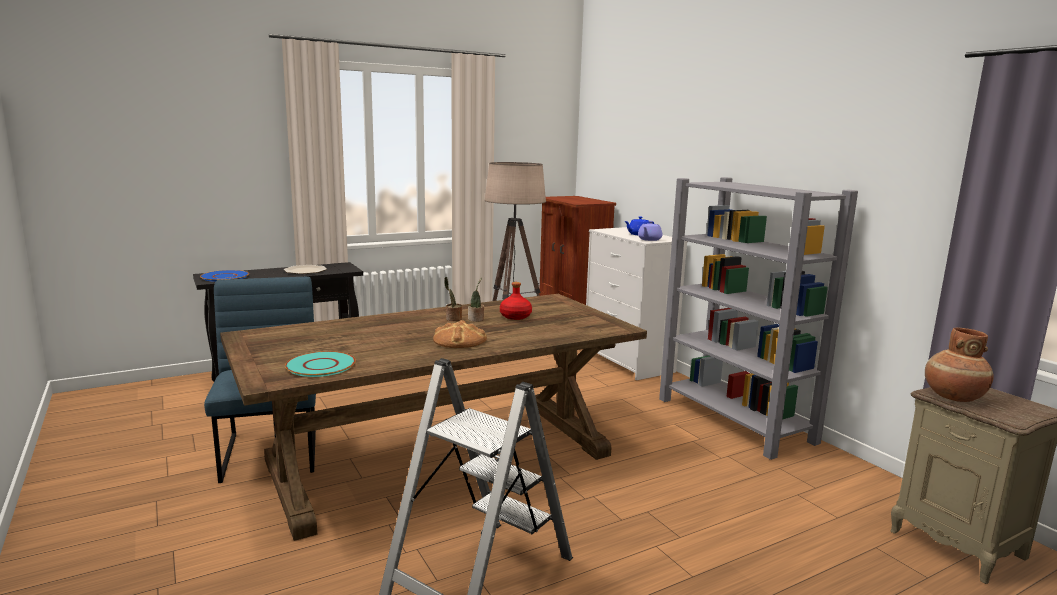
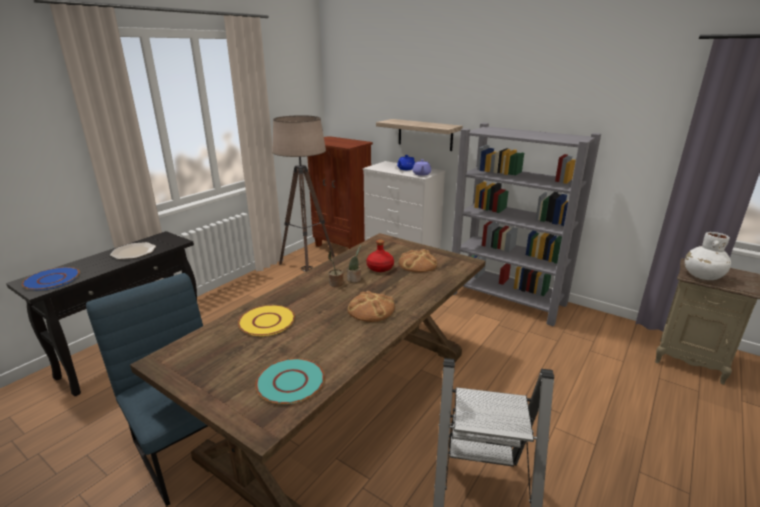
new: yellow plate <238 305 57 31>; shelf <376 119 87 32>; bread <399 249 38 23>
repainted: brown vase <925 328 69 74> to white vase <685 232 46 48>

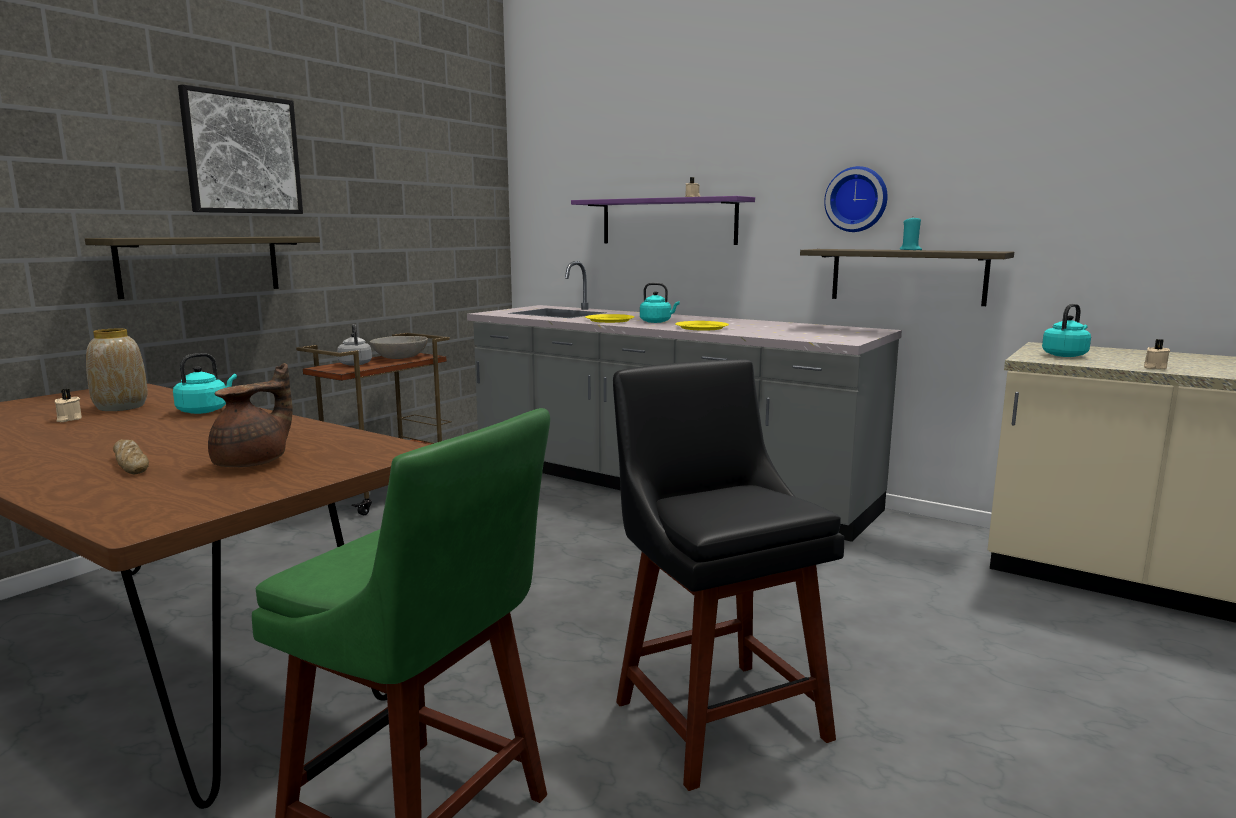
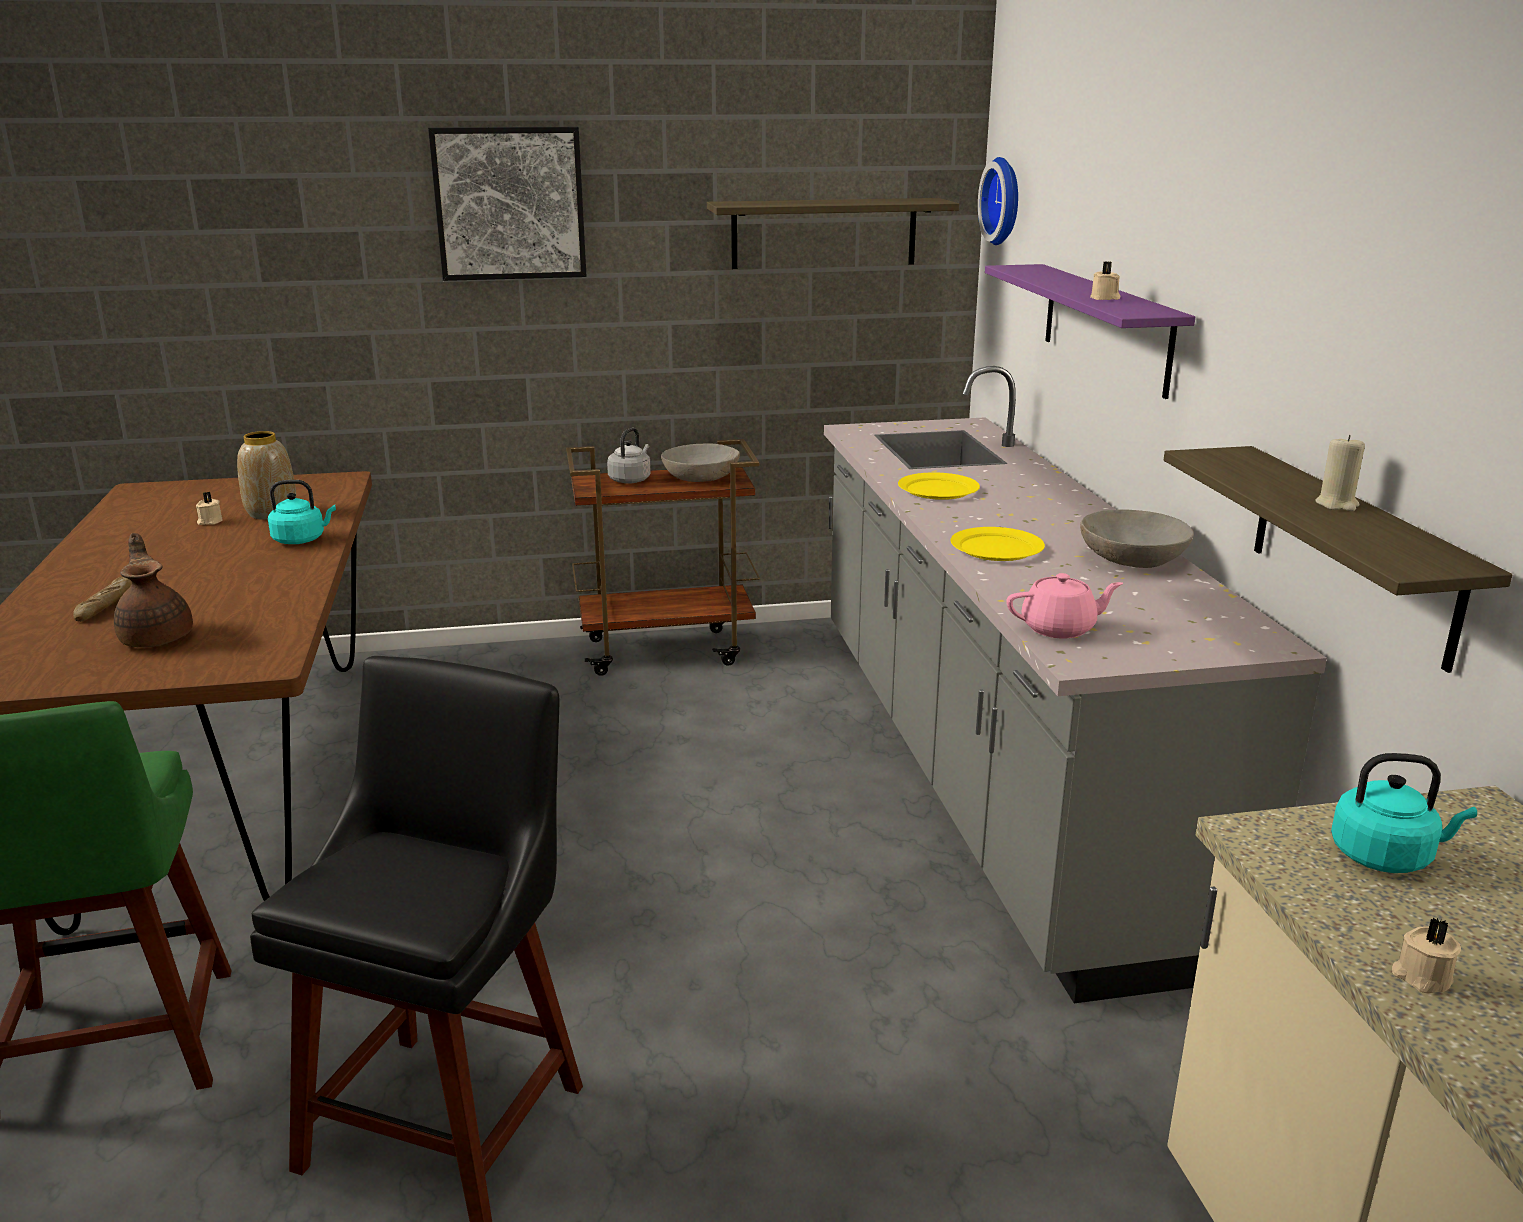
gone: turquoise kettle <640 283 40 40>
new: pink teapot <1006 573 117 65>; grey bowl <1080 509 114 59>
shifted: shelf <85 237 235 62> to <707 198 252 71>; wall clock <824 166 64 66> to <978 157 40 88>
repainted: turquoise candle <900 217 22 33> to beige candle <1315 435 50 76>
rotated: brown teapot <208 363 85 104> = <114 533 79 115> 105 degrees counterclockwise

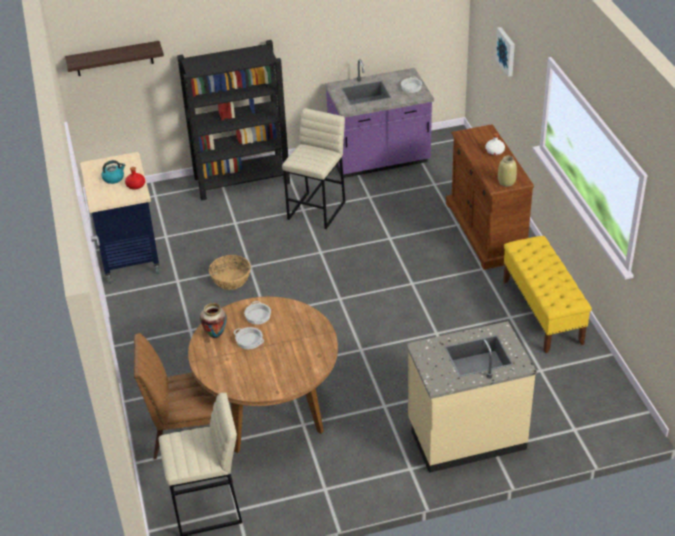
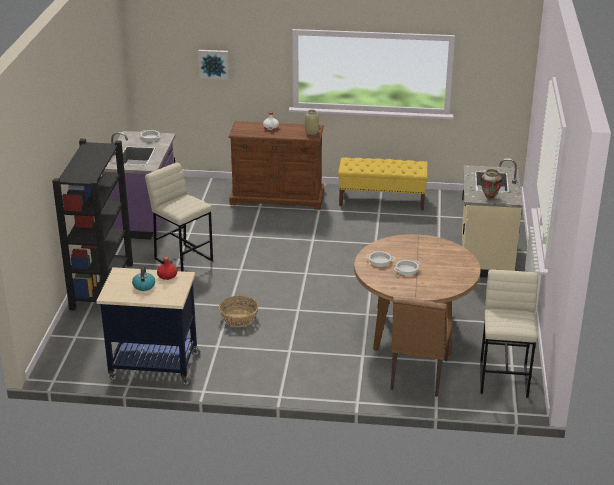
gone: shelf <65 41 99 35>
shifted: vase <200 303 27 35> to <481 169 21 30>

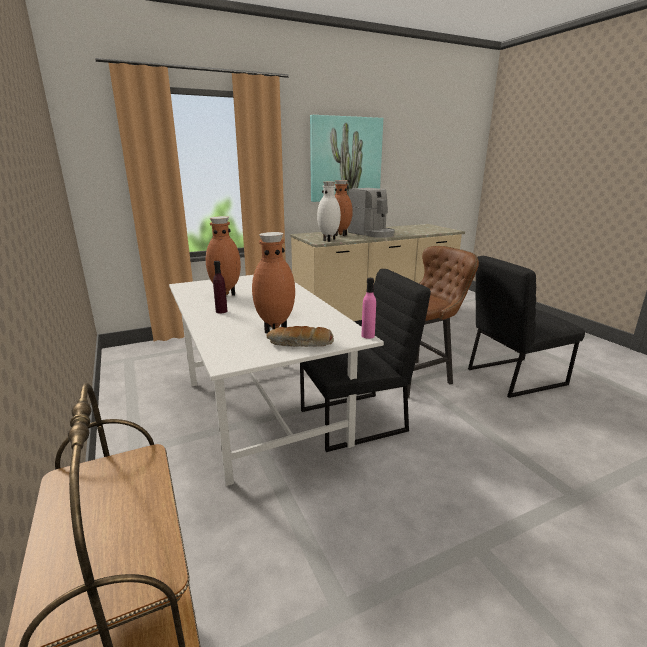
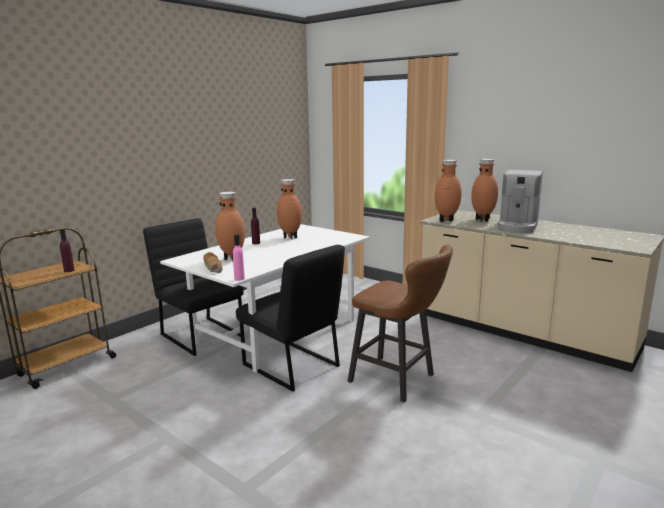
gone: picture <310 115 73 87>
new: purple bottle <60 229 15 43>
shifted: black chair <468 256 117 142> to <143 218 101 138>
repainted: white vase <317 182 24 60> to brown vase <435 160 27 62>

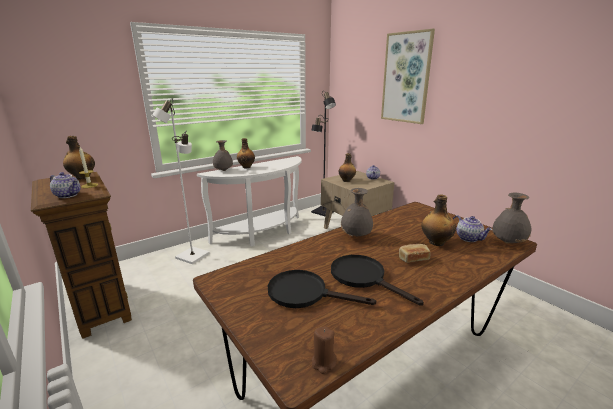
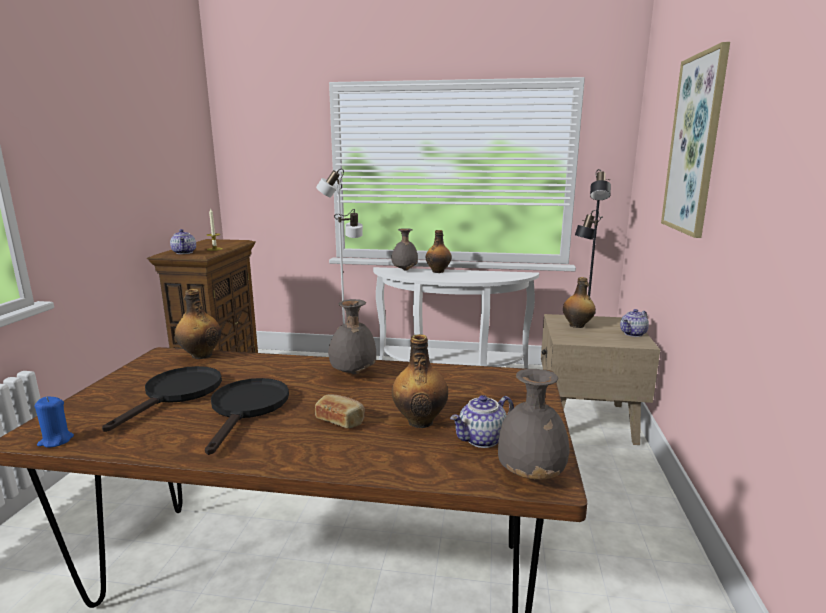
shifted: bottle <63 136 32 43> to <175 289 46 70>
repainted: brown candle <312 326 25 48> to blue candle <35 397 39 51>
rotated: black frying pan <268 270 108 38> = <102 366 120 66> 45 degrees clockwise; teapot <453 215 40 27> = <450 395 64 53> 45 degrees clockwise

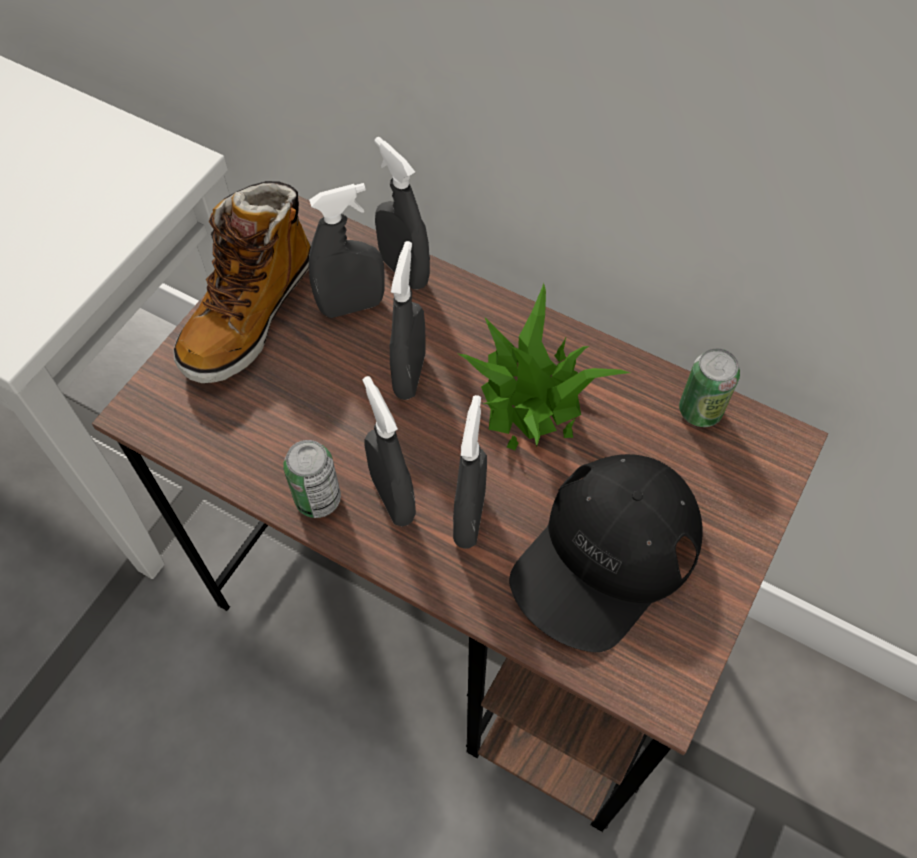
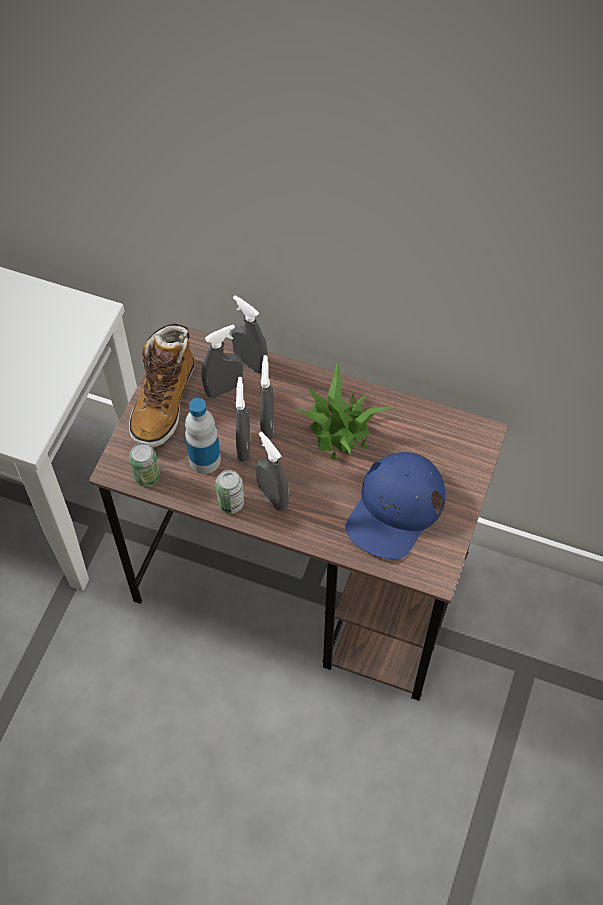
new: bottle <185 398 36 76>
shifted: can <679 348 61 79> to <129 443 31 44>; grey spray bottle <453 395 34 154> to <236 377 14 85>
repainted: black cap <509 454 194 198> to blue cap <345 452 100 107>

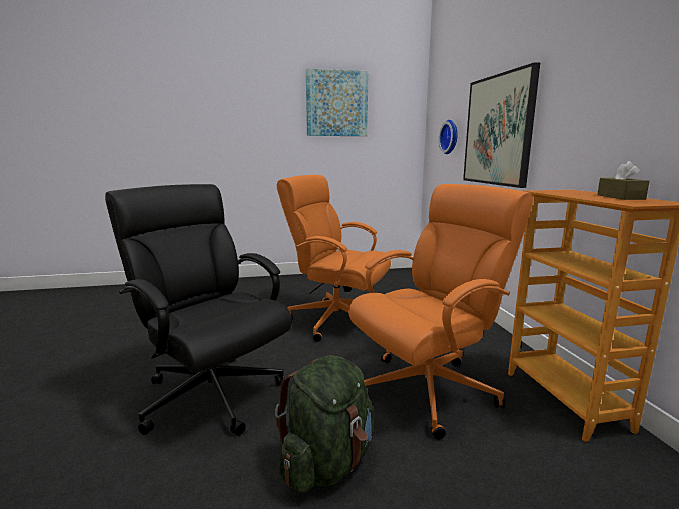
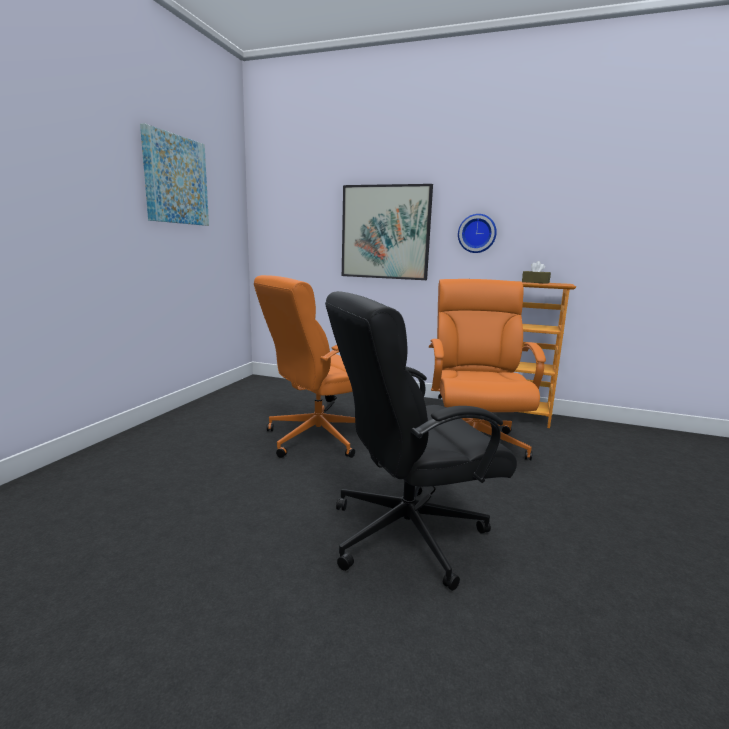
gone: green backpack <275 355 99 138>
shifted: wall clock <439 120 18 34> to <458 214 39 39>

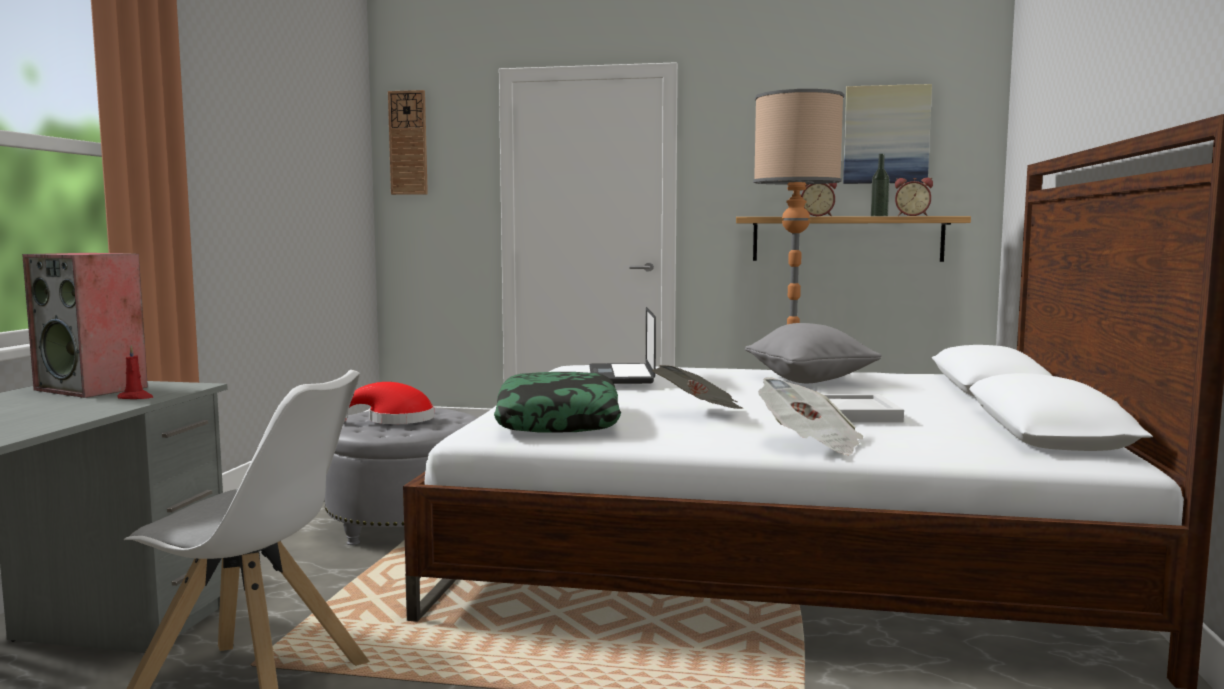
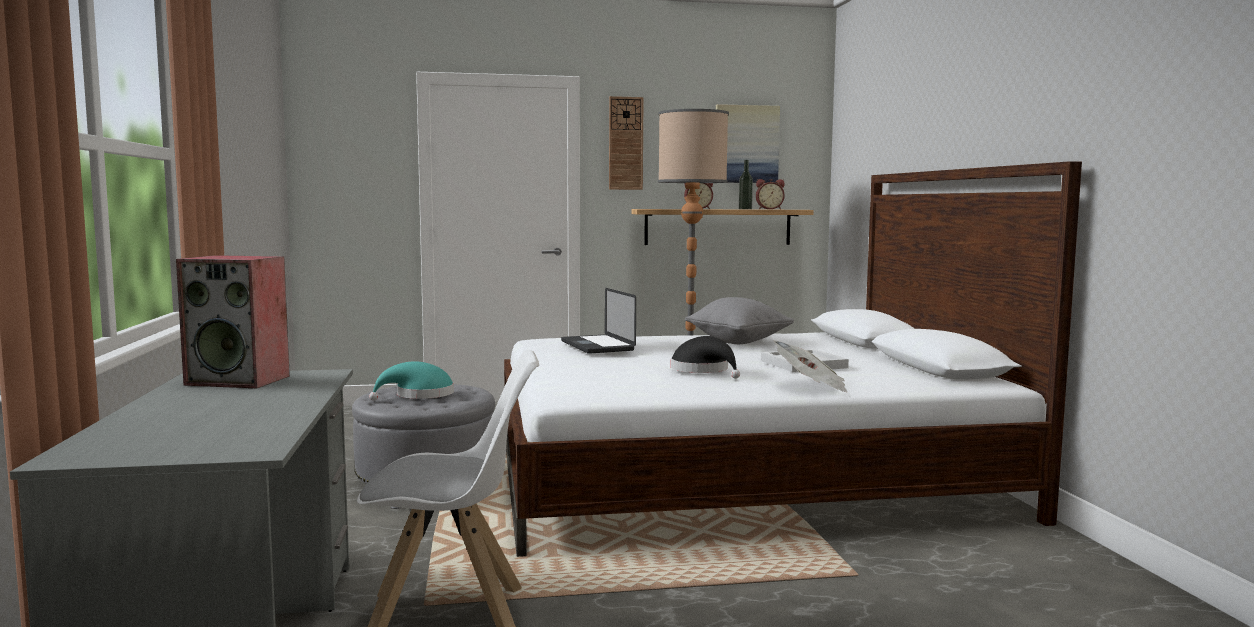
gone: red candle <117 345 36 54>; pillow <494 372 127 61>
shifted: wall clock <388 90 40 105> to <609 96 35 94>
swapped: newspaper <652 365 91 44> to black hat <671 336 69 43>
repainted: red hat <344 382 90 42> to turquoise hat <369 361 85 40>

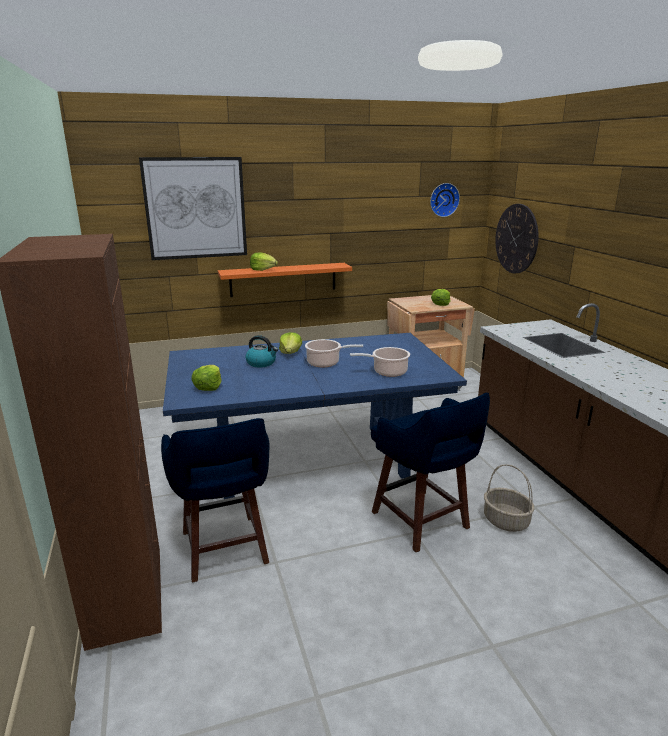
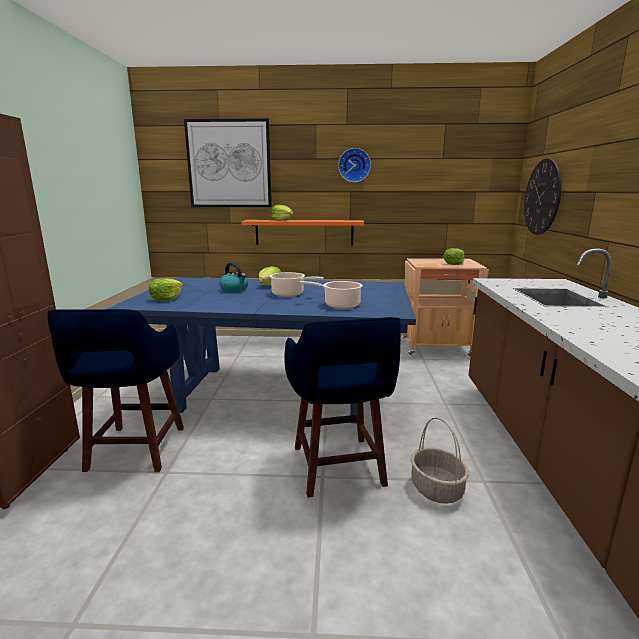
shifted: wall clock <430 183 30 34> to <338 148 33 34>

